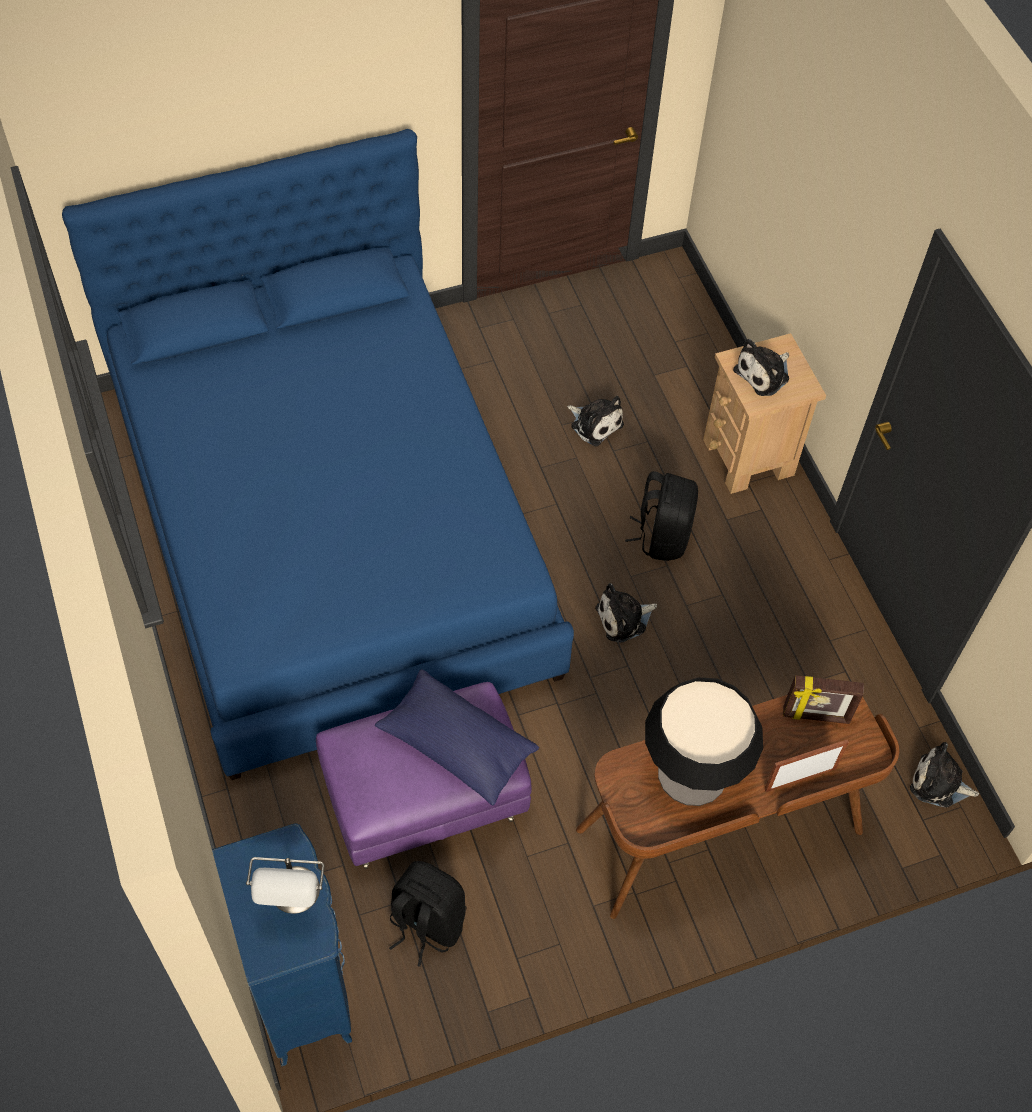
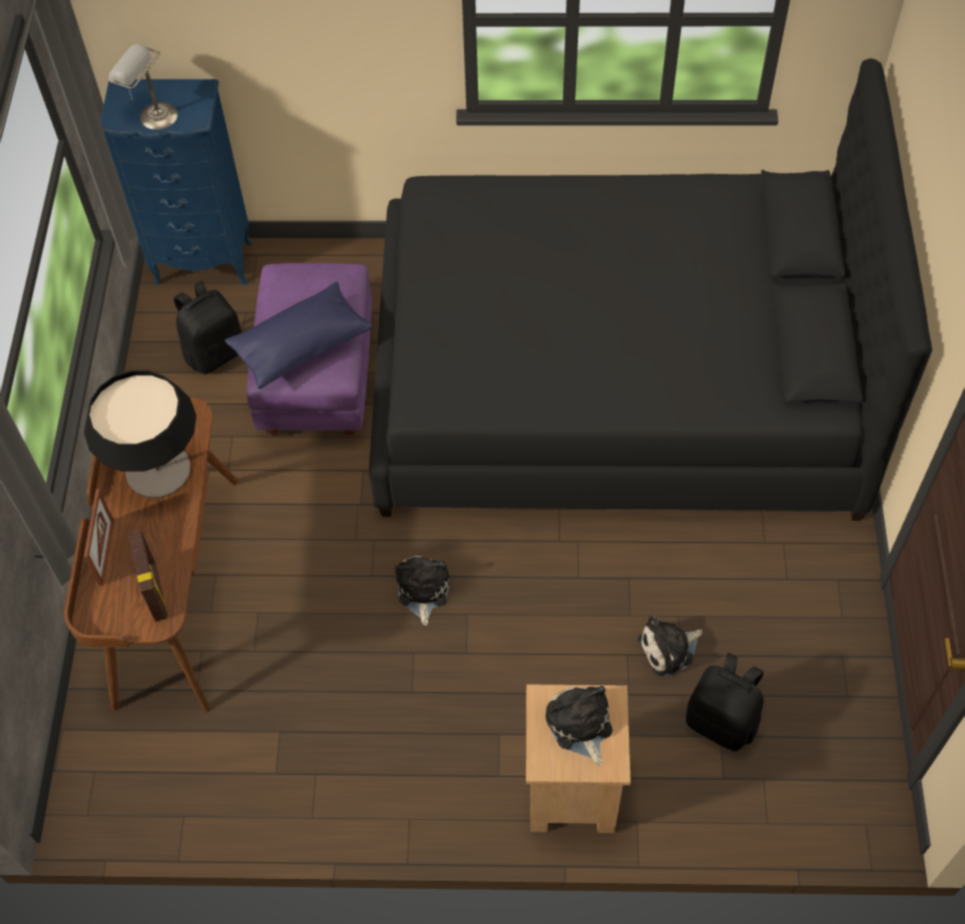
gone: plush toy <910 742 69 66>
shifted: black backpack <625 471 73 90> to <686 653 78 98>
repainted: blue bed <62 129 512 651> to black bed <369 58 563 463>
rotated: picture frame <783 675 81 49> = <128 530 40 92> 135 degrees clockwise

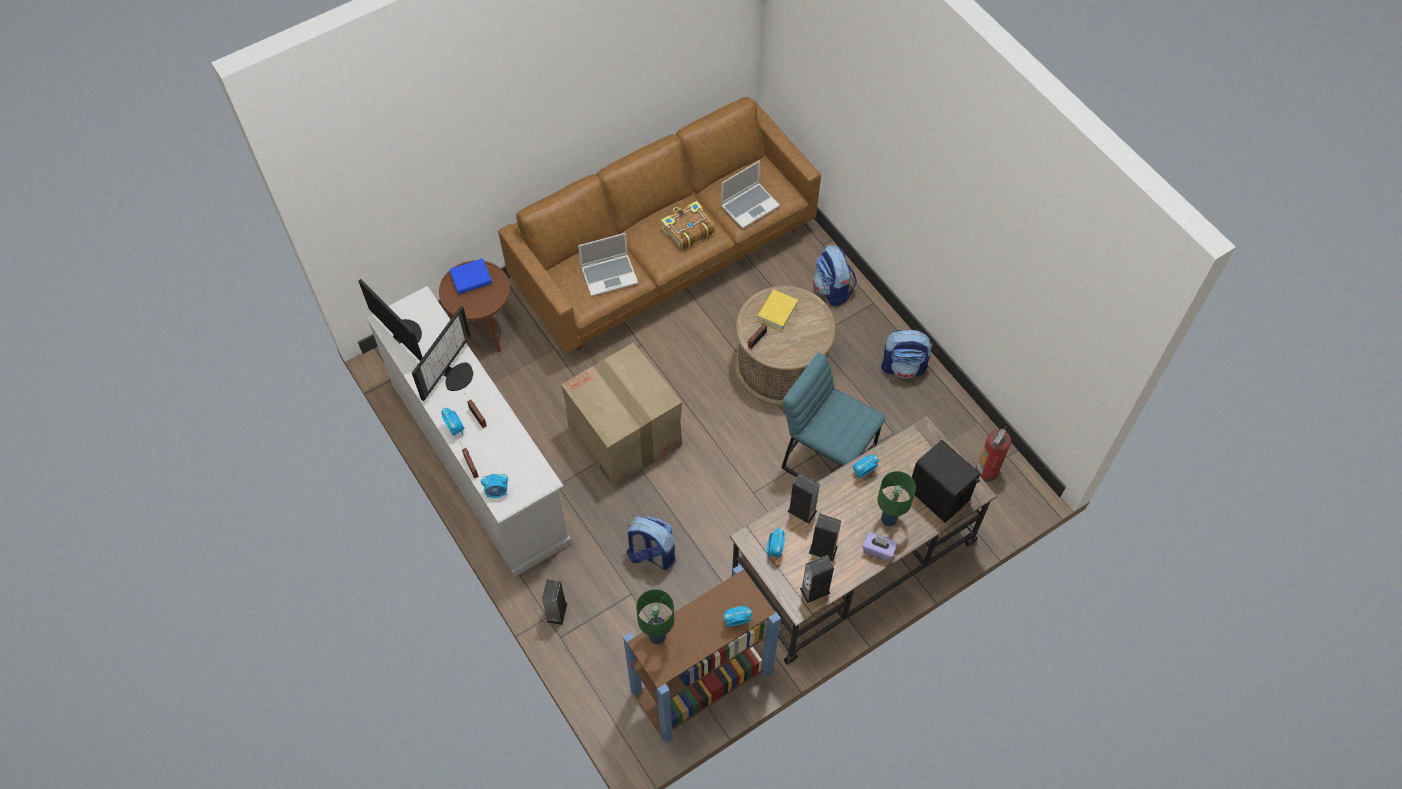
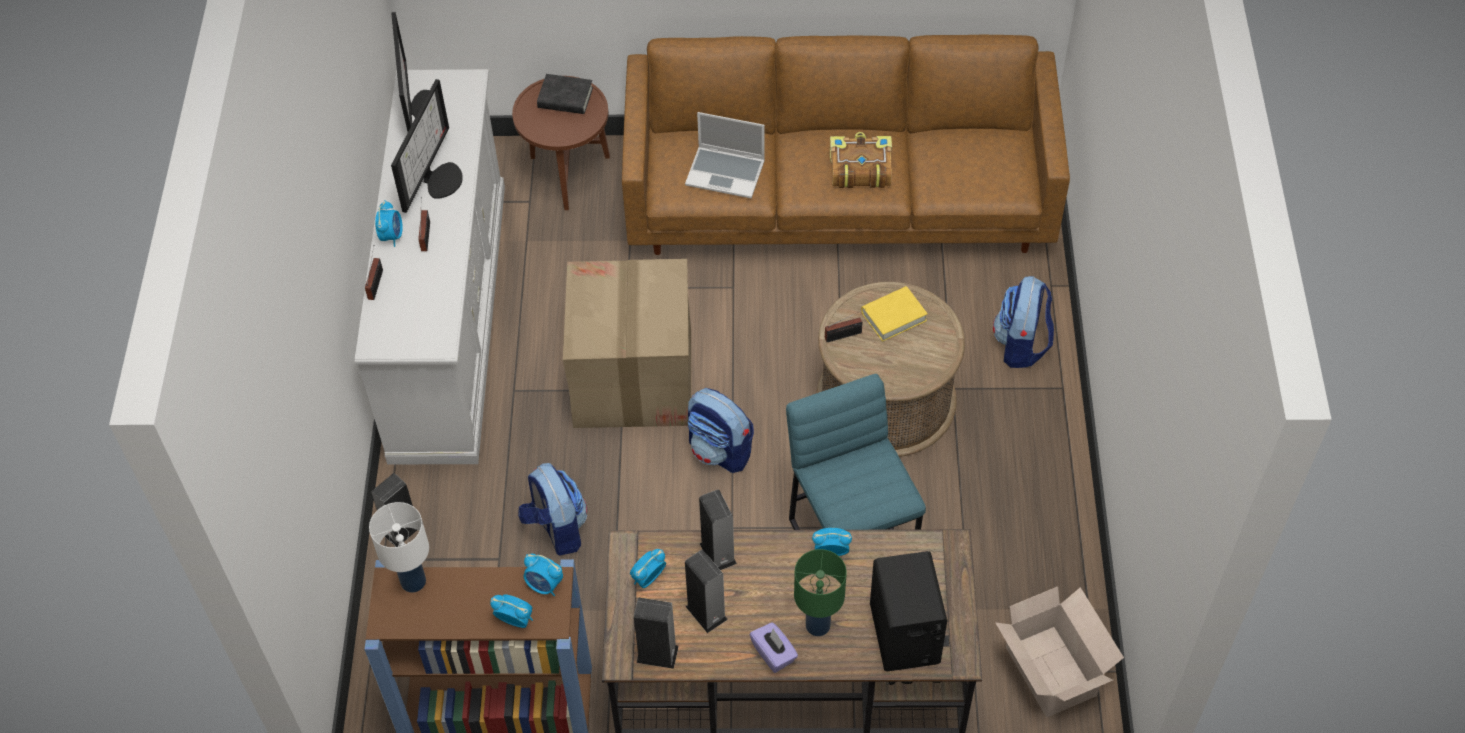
gone: laptop <721 160 59 69>
shifted: alarm clock <481 473 27 25> to <523 554 40 42>; backpack <881 330 52 49> to <688 388 66 85>
swapped: fire extinguisher <975 426 36 56> to cardboard box <996 587 128 130>
repainted: green table lamp <636 589 38 55> to white table lamp <369 502 60 91>; blue book <449 258 43 36> to black book <537 74 56 40>
rotated: monitor <412 306 61 95> = <391 79 72 134> 45 degrees counterclockwise

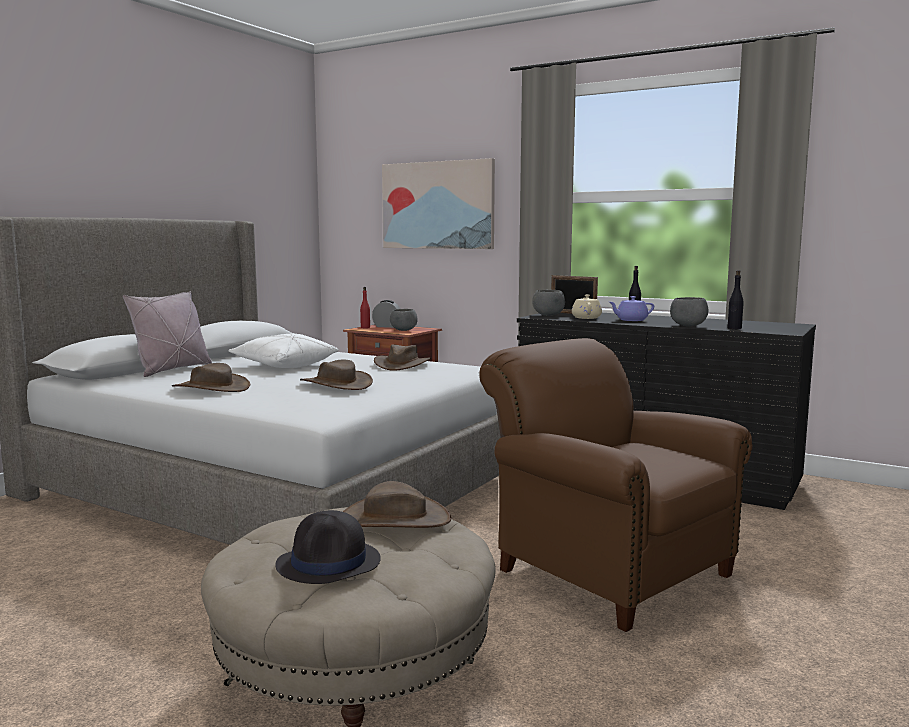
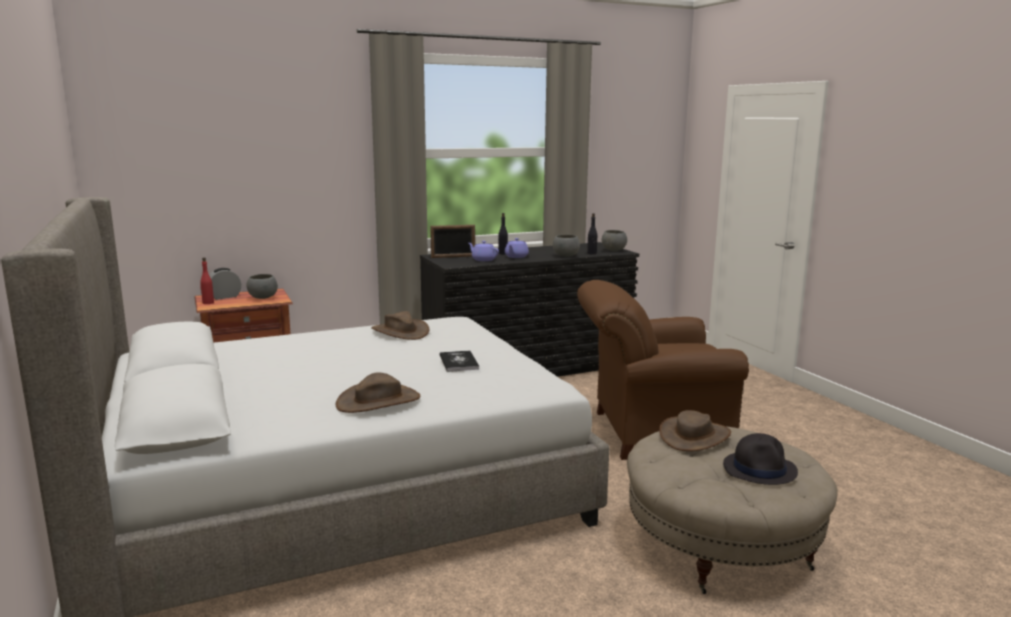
gone: purple pillow <123 291 89 86>; white pillow <229 333 110 35>; picture <382 158 113 91>
shifted: grey bowl <532 290 33 26> to <601 230 26 21>
swapped: brown hat <300 359 73 31> to book <440 350 39 22>
repainted: beige teapot <572 294 30 25> to purple teapot <469 241 30 20>

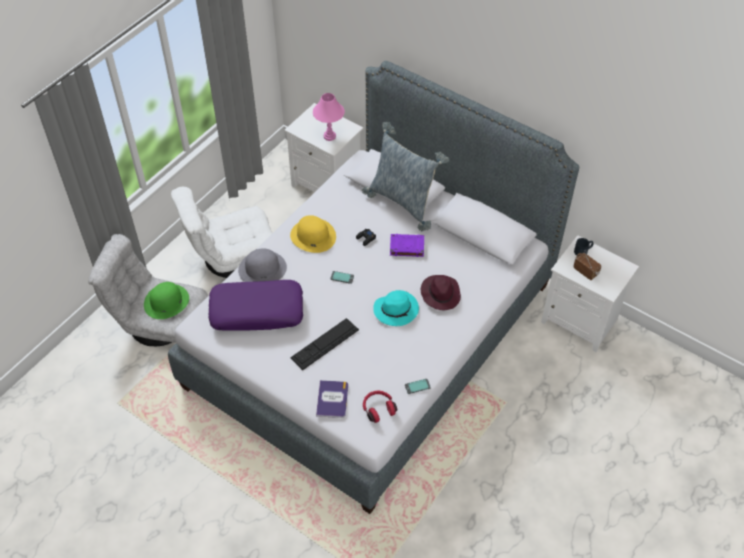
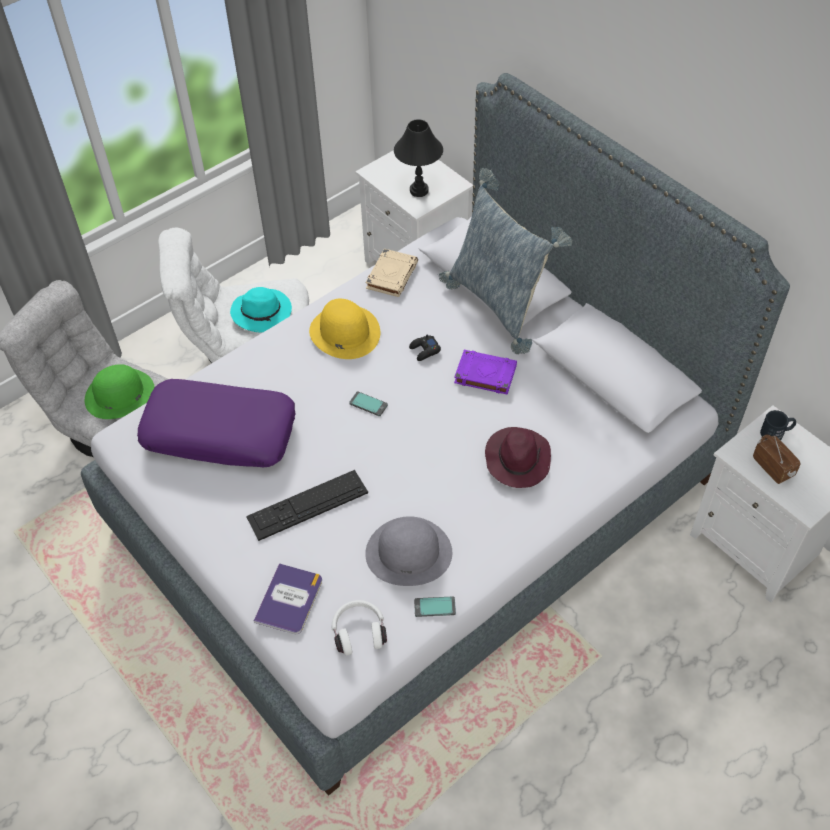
new: beige book <366 249 52 48>
shifted: turquoise hat <373 290 46 36> to <230 287 62 45>; grey hat <238 248 49 34> to <365 516 87 70>
repainted: red headphones <363 391 34 32> to white headphones <332 600 55 55>; pink table lamp <313 93 32 48> to black table lamp <394 119 49 78>

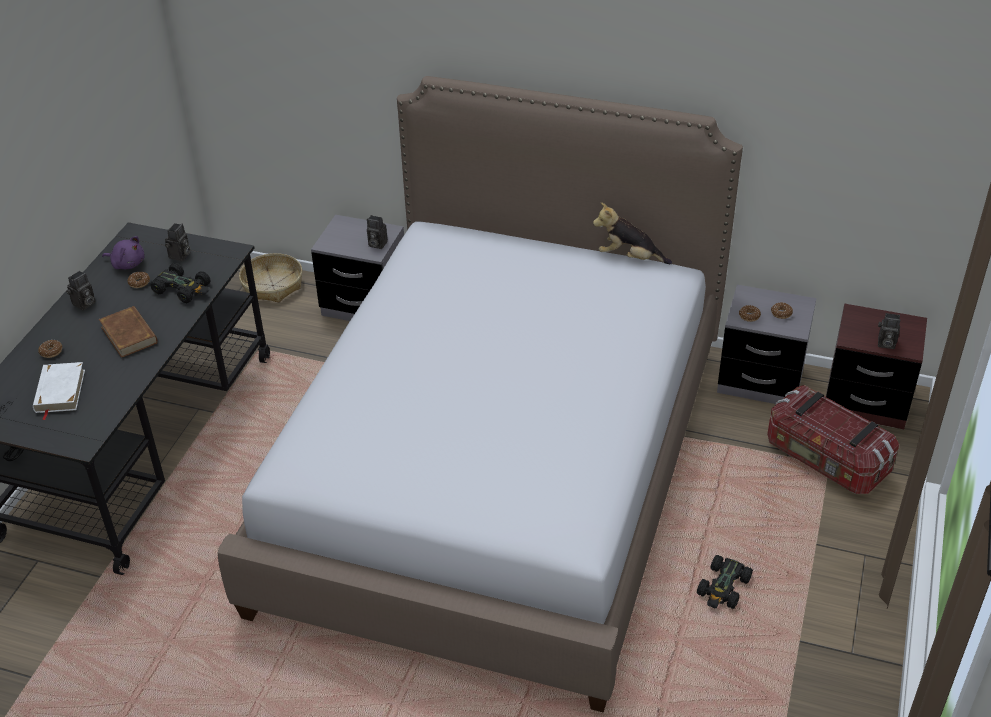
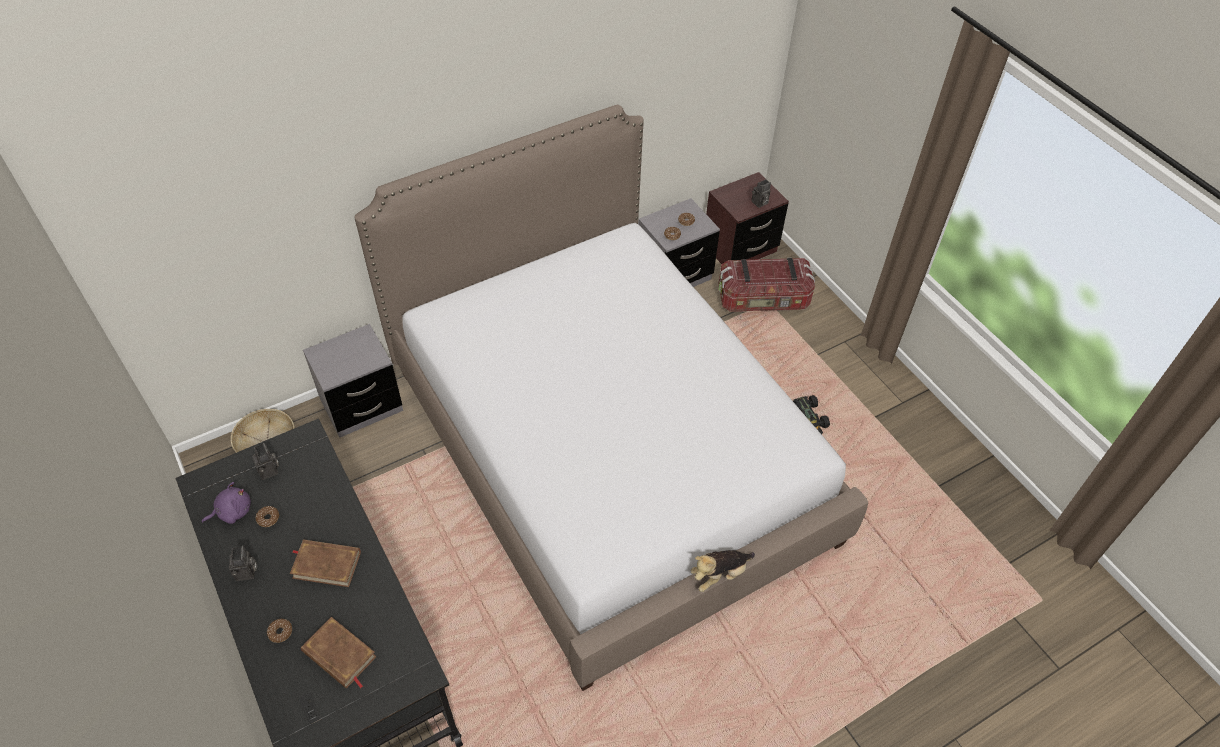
gone: black toy car <150 263 60 40>; photo camera <367 215 21 34>
shifted: plush toy <593 202 79 62> to <691 550 64 42>
repainted: white book <33 362 52 58> to brown book <301 617 76 71>

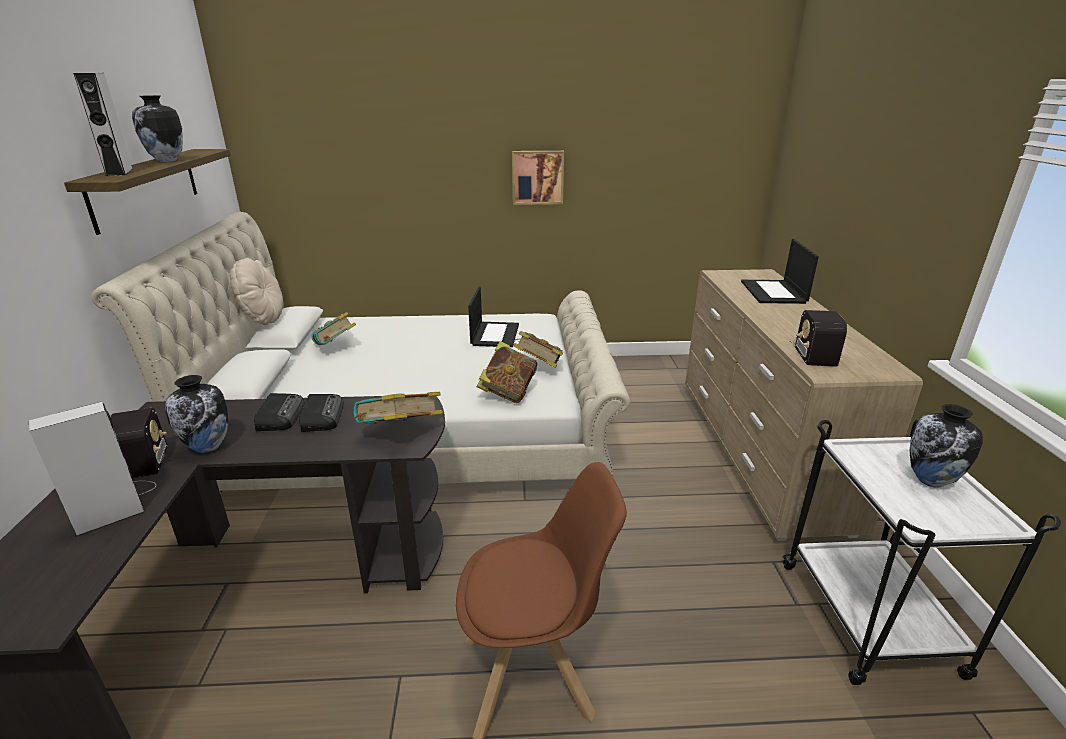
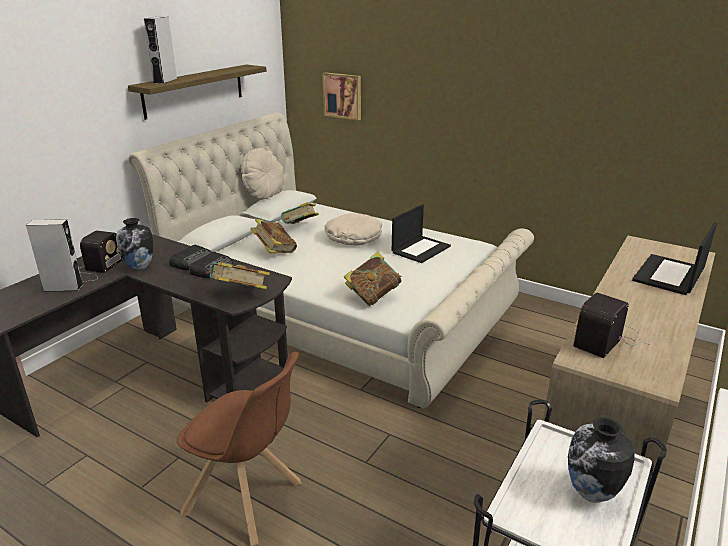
gone: vase <132 95 51 67>
new: beige pillow <324 213 58 32>
shifted: book <513 331 50 37> to <250 219 47 35>; picture <512 151 52 54> to <322 72 39 48>

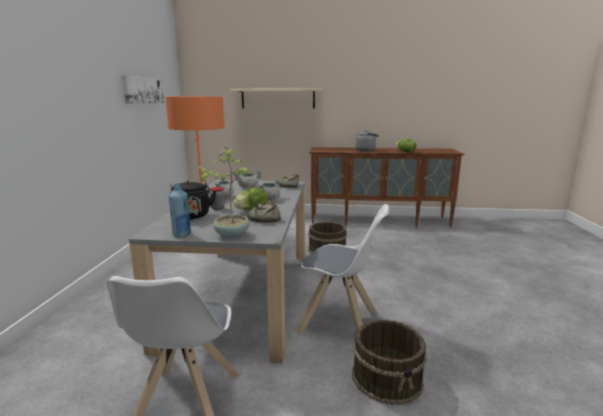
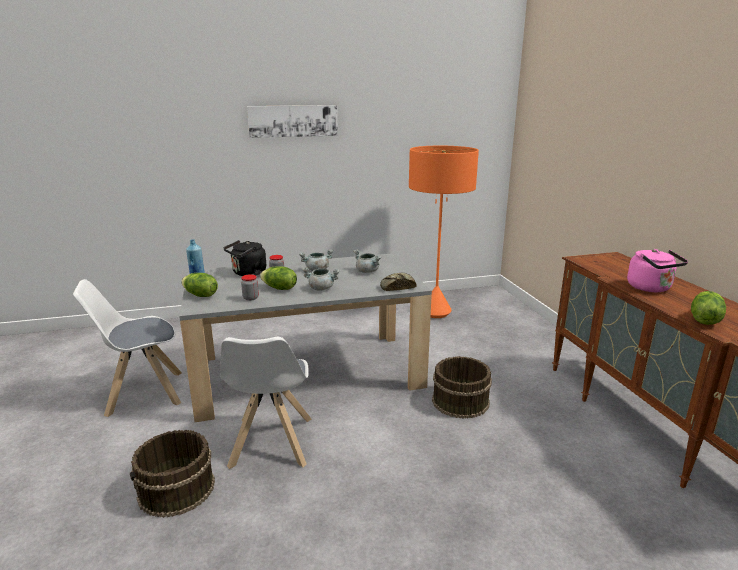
gone: beige shelf <230 88 92 20>
shifted: picture <122 75 42 29> to <247 105 91 33>
swapped: potted plant <195 147 55 92> to lettuce <181 273 37 24>; bread <247 202 34 21> to jar <241 274 18 27>
repainted: grey kettle <355 130 24 22> to pink kettle <627 249 61 43>

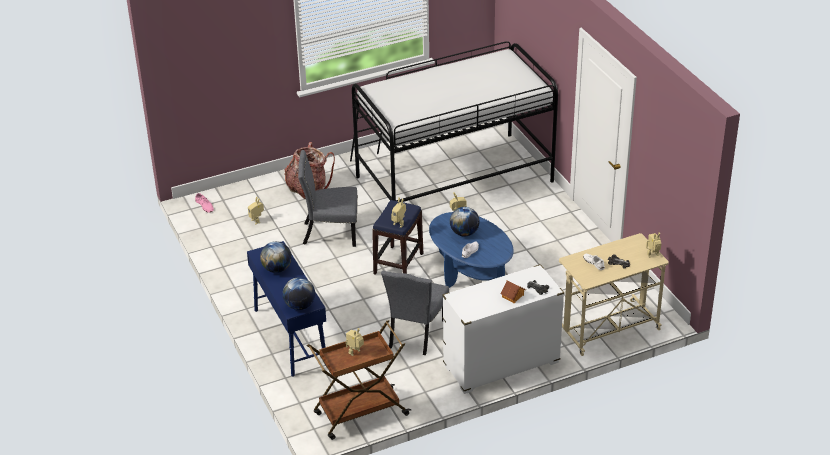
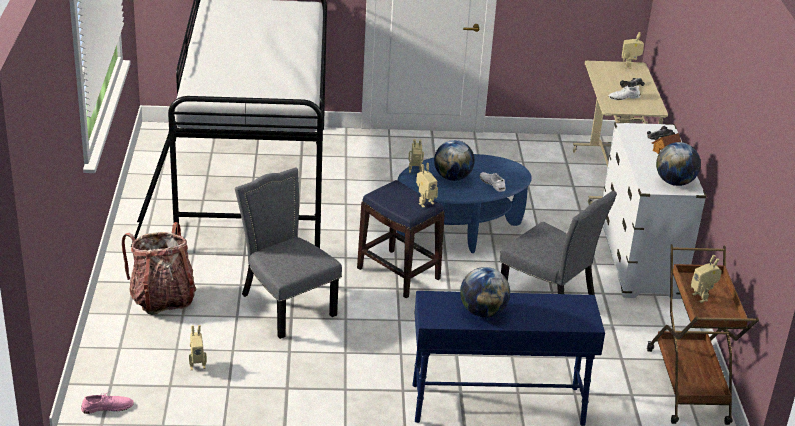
shifted: globe <283 277 32 33> to <656 142 45 44>
rotated: grey chair <298 150 60 97> = <235 167 107 172> 120 degrees clockwise

